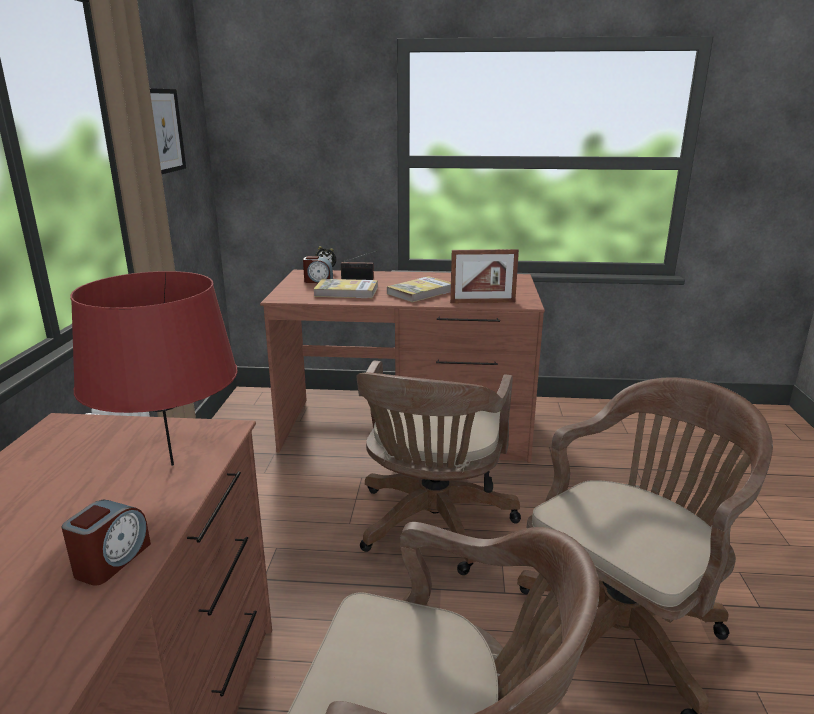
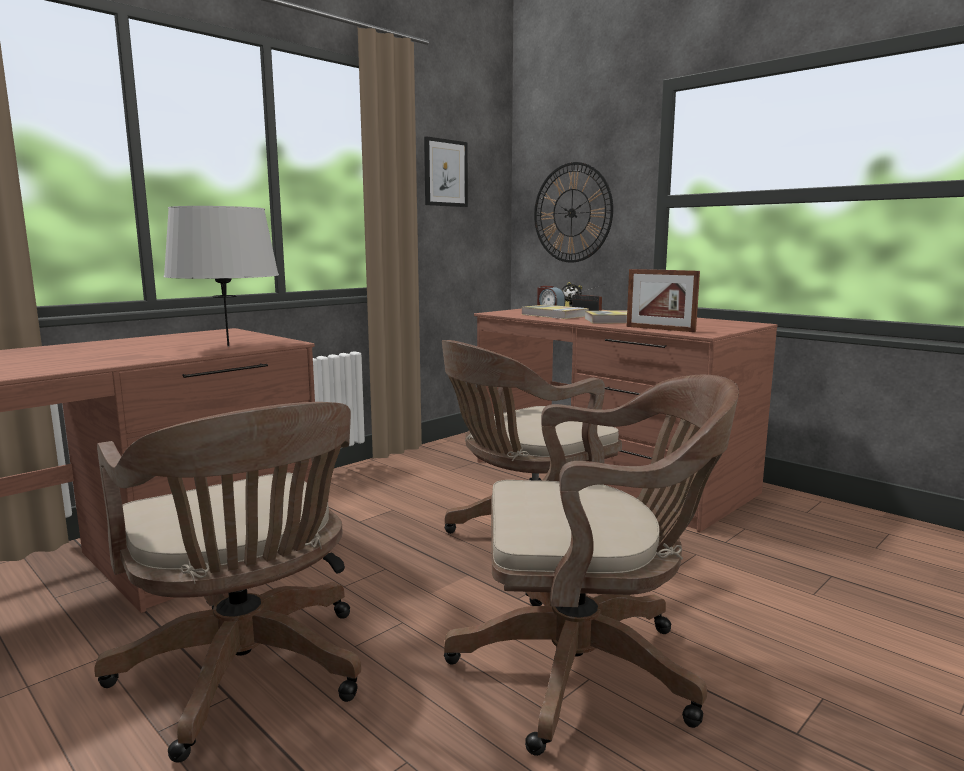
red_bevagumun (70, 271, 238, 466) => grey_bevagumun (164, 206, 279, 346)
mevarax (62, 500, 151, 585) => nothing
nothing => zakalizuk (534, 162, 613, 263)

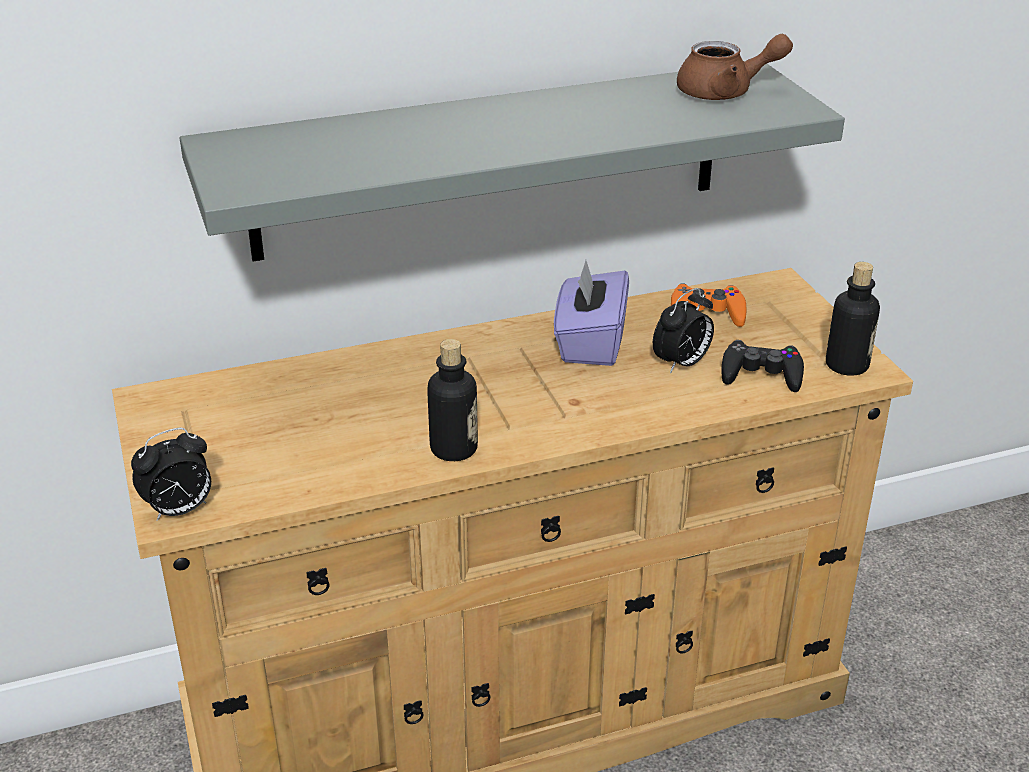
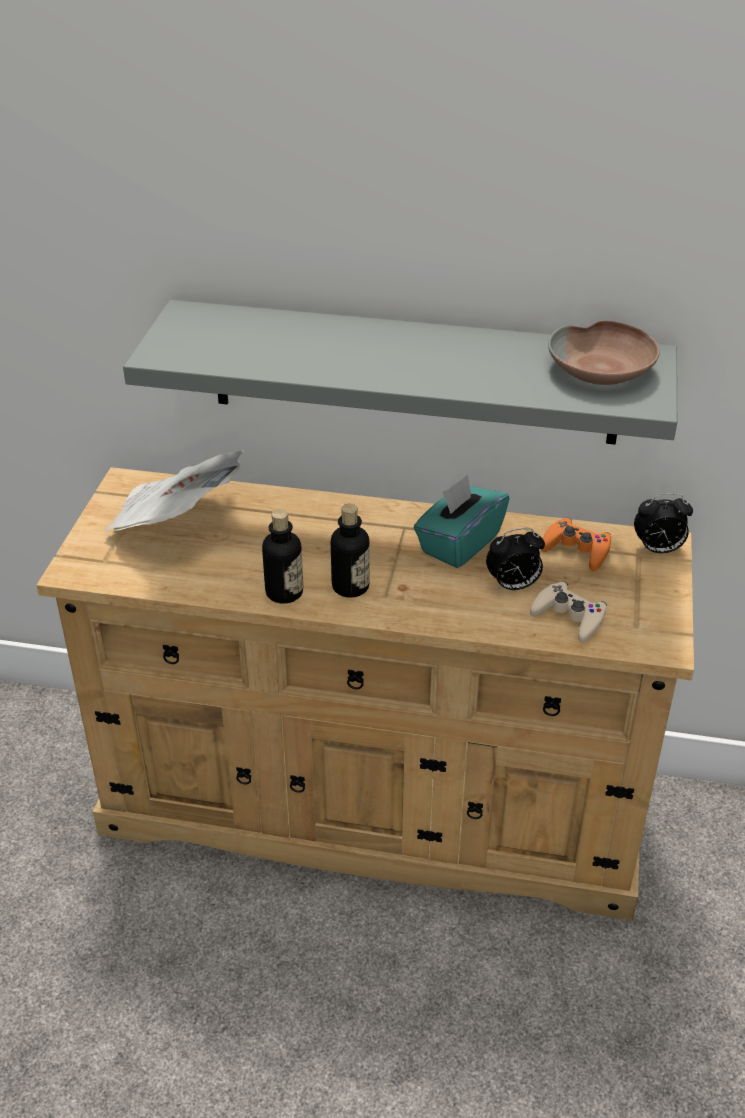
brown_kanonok (677, 34, 793, 100) => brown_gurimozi (548, 321, 660, 385)
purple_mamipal (554, 260, 629, 366) => turquoise_mamipal (414, 475, 510, 568)
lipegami (826, 262, 880, 376) => lipegami (331, 504, 370, 598), moved
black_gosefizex (722, 340, 804, 392) => beige_gosefizex (530, 581, 607, 643)
mevarax (131, 428, 211, 521) => mevarax (634, 493, 693, 553), moved
nothing => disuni (104, 450, 244, 531)

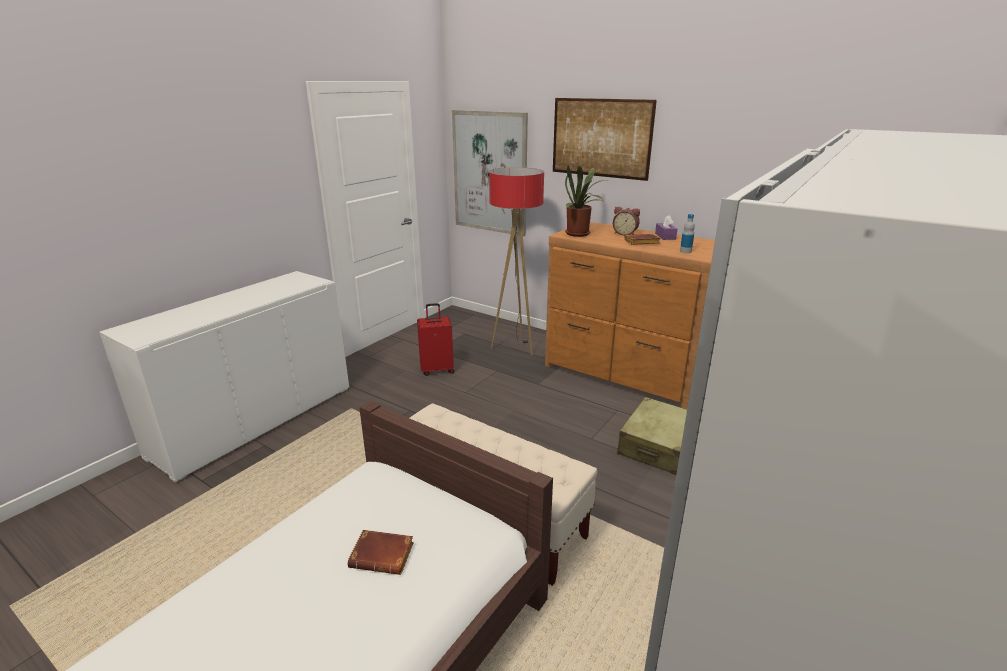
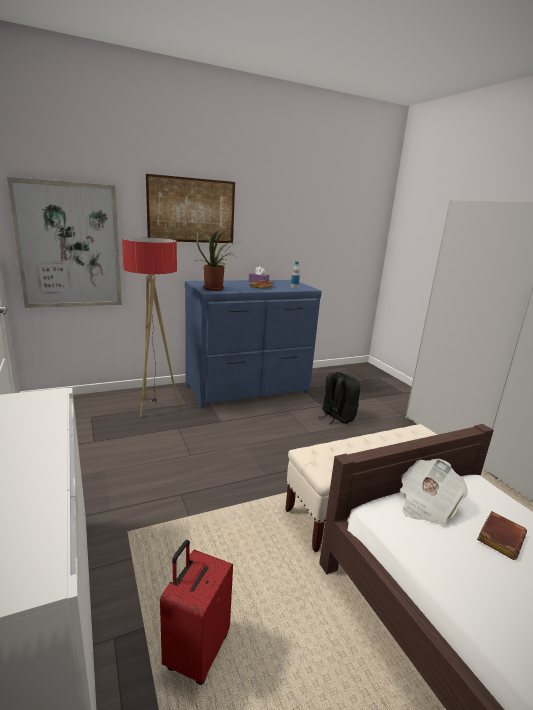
mevarax (613, 207, 640, 236) => nothing
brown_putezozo (545, 222, 715, 409) => blue_putezozo (185, 280, 322, 408)
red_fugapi (417, 303, 454, 376) => red_fugapi (160, 540, 233, 685), moved
beige_fugapi (617, 397, 687, 475) => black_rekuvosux (318, 372, 360, 425)
nothing => disuni (400, 459, 468, 524)

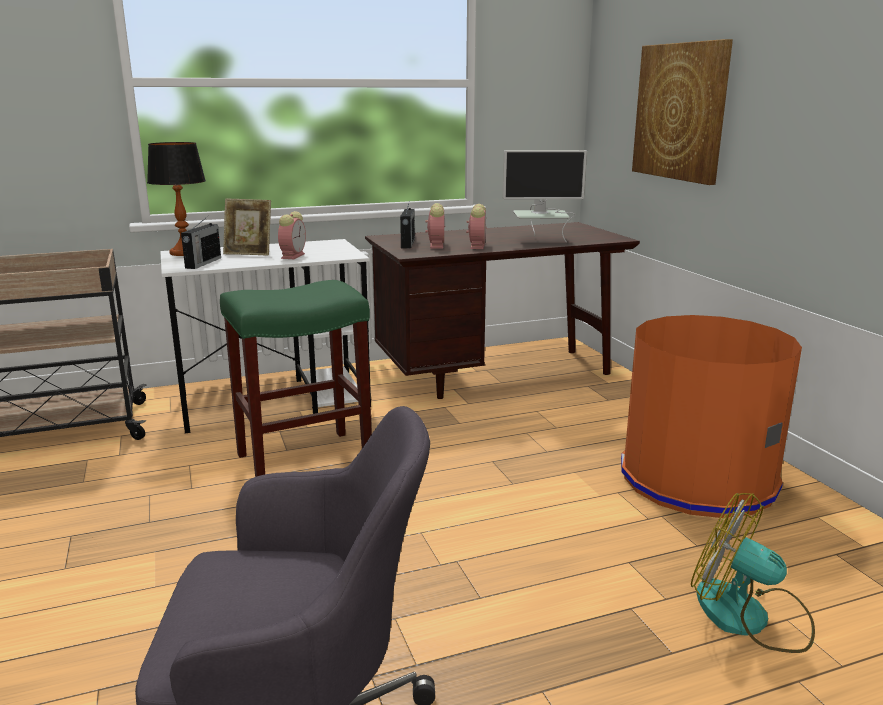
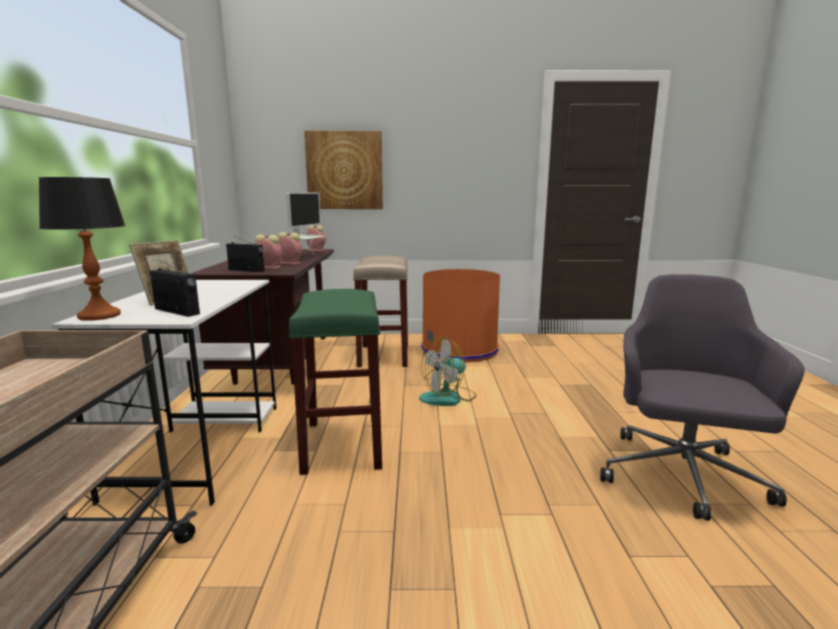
mevarax (278, 211, 306, 259) => mevarax (306, 225, 326, 251), moved
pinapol (691, 493, 815, 653) => pinapol (419, 337, 477, 406), moved
nothing => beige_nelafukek (353, 256, 408, 367)

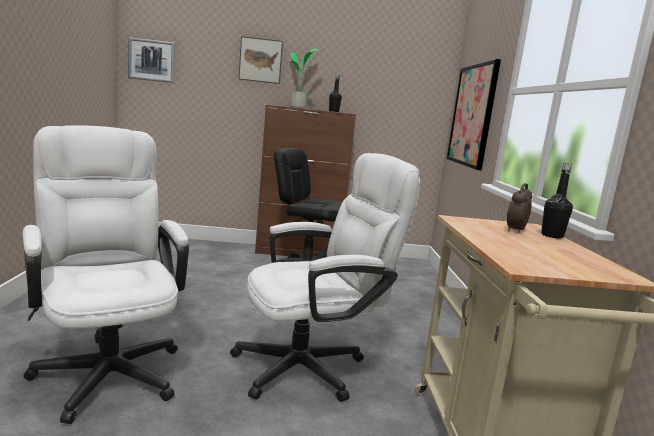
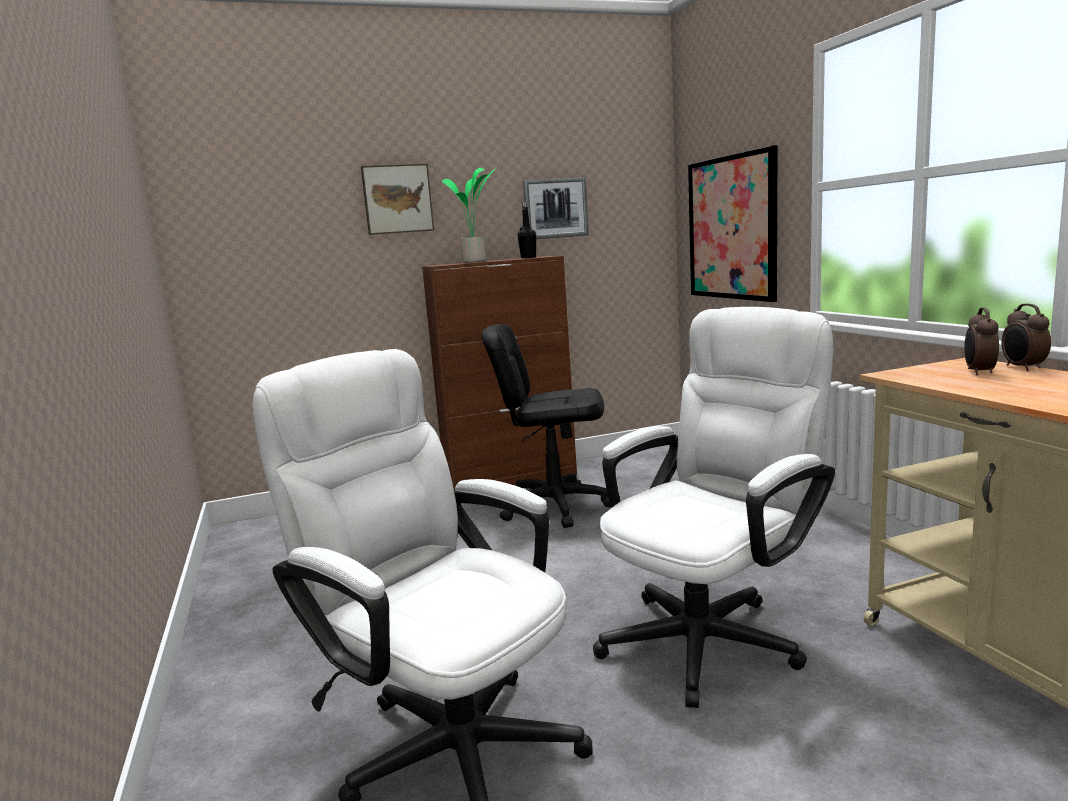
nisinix (128, 37, 175, 83) => nisinix (523, 177, 589, 239), moved
black_lipegami (541, 163, 573, 239) => mevarax (1002, 304, 1051, 371)

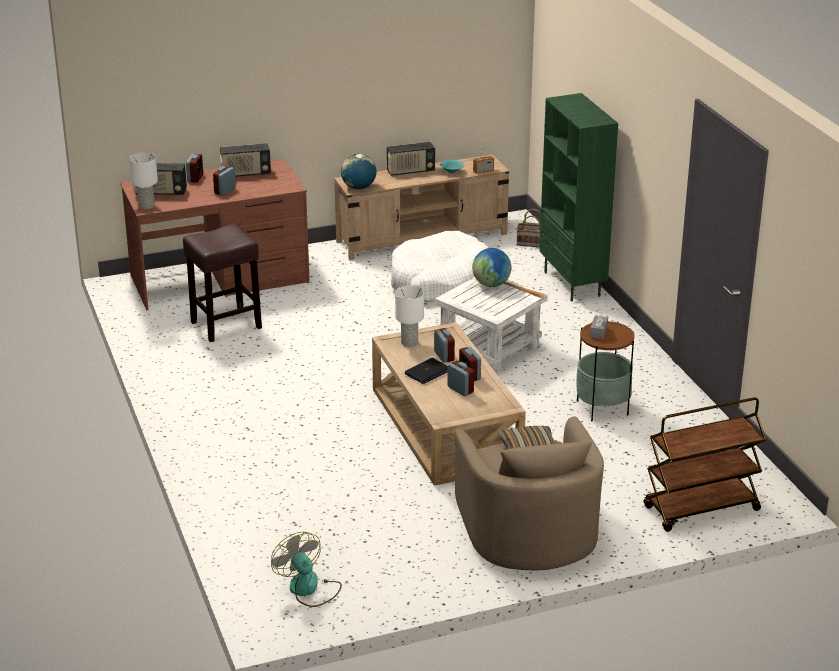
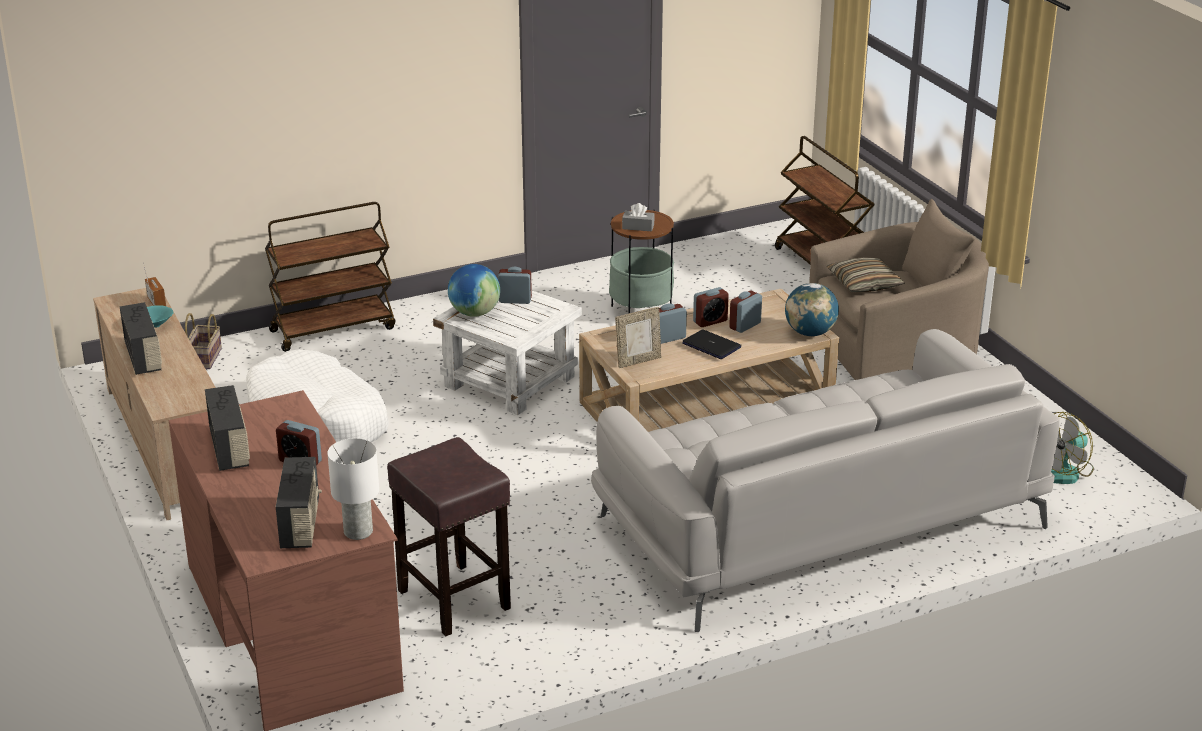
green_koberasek (539, 93, 618, 302) => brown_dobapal (265, 202, 395, 352)
mevarax (186, 154, 203, 183) => mevarax (498, 267, 532, 304), moved
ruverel (341, 154, 376, 189) => ruverel (785, 283, 839, 336), moved
white_bevagumun (395, 286, 424, 347) => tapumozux (615, 307, 661, 368)
nothing => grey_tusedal (591, 329, 1060, 632)

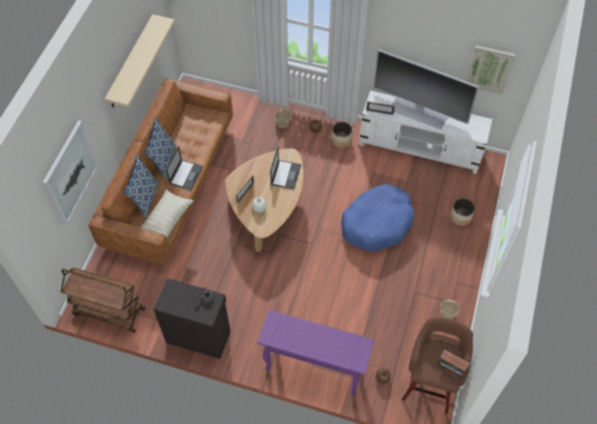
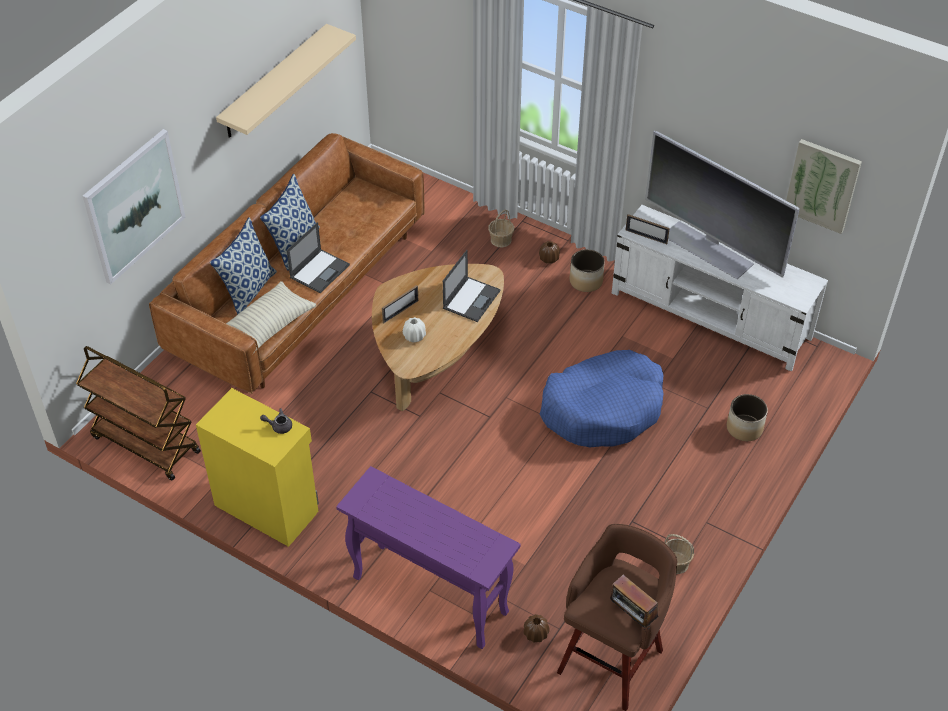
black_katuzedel (153, 278, 231, 359) => yellow_katuzedel (196, 388, 319, 547)

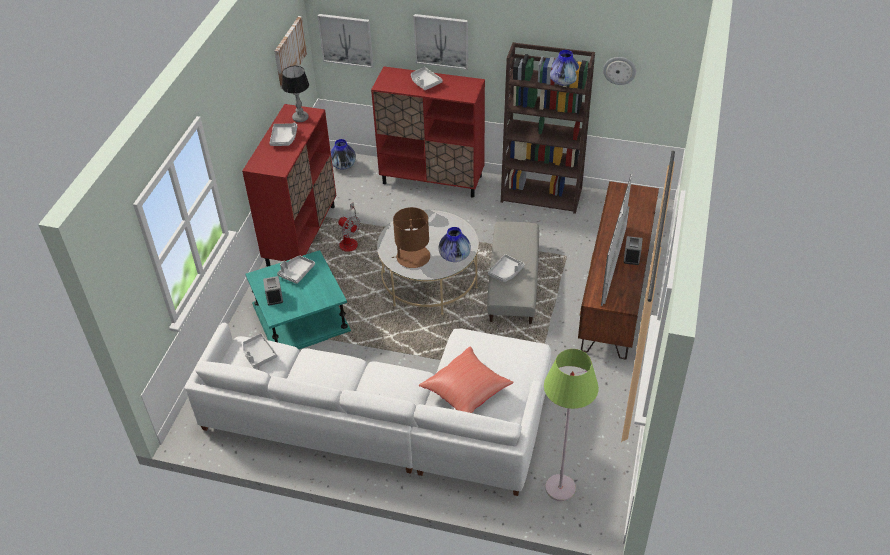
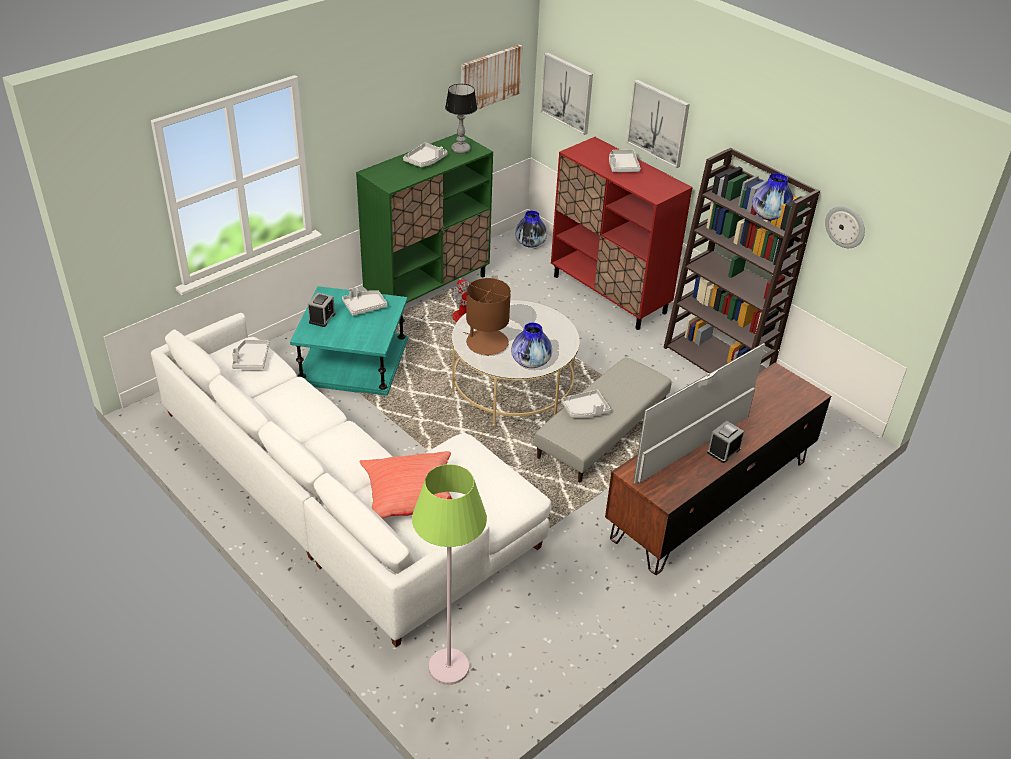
red_katuzedel (242, 104, 336, 267) => green_katuzedel (356, 134, 493, 303)

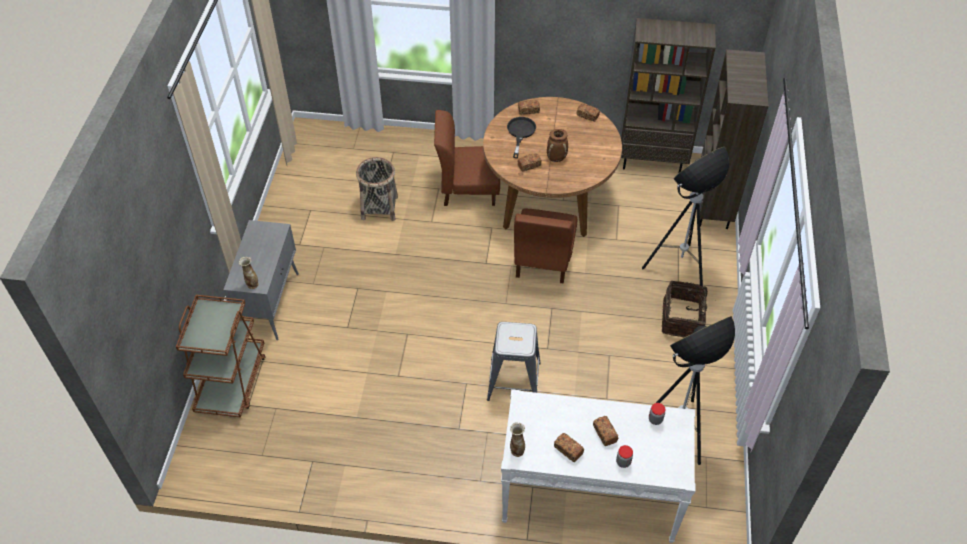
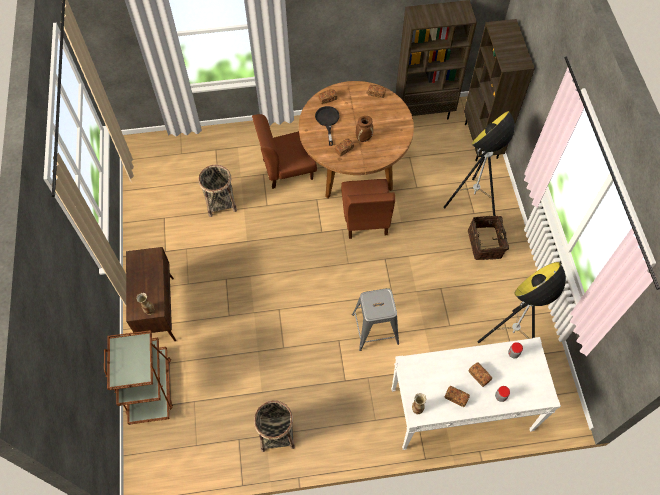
grey_katuzedel (223, 220, 299, 340) => brown_katuzedel (126, 247, 176, 342)
nothing => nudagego (254, 401, 295, 452)

